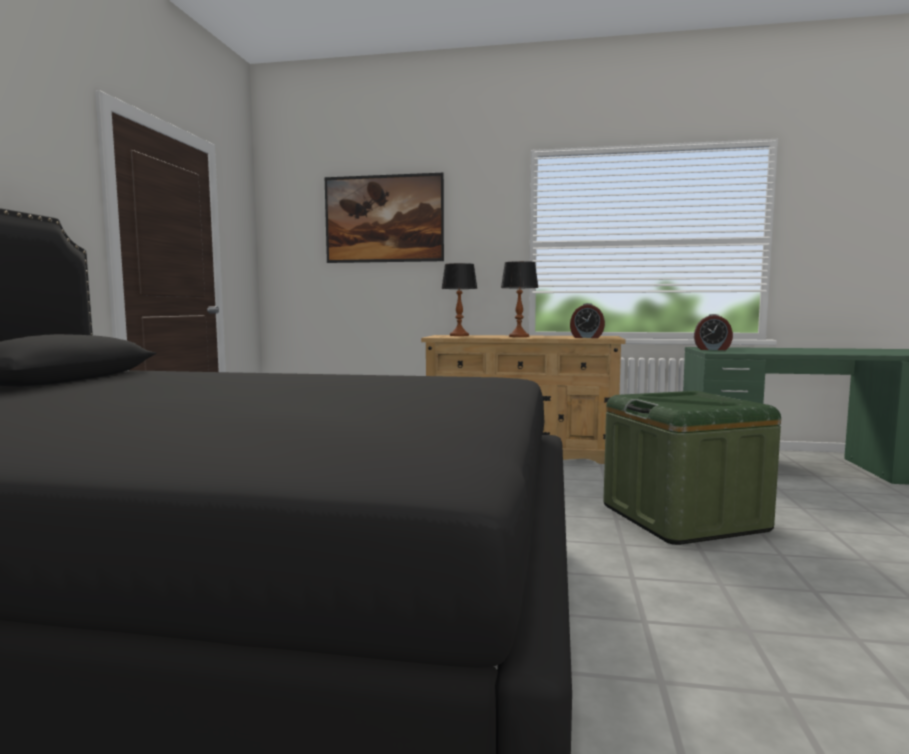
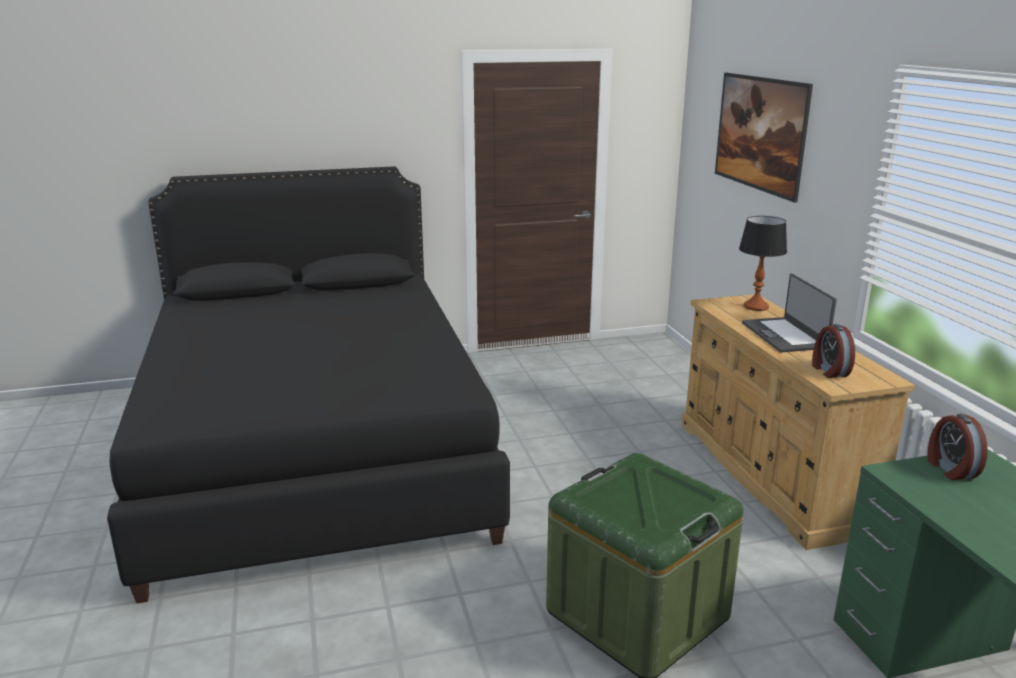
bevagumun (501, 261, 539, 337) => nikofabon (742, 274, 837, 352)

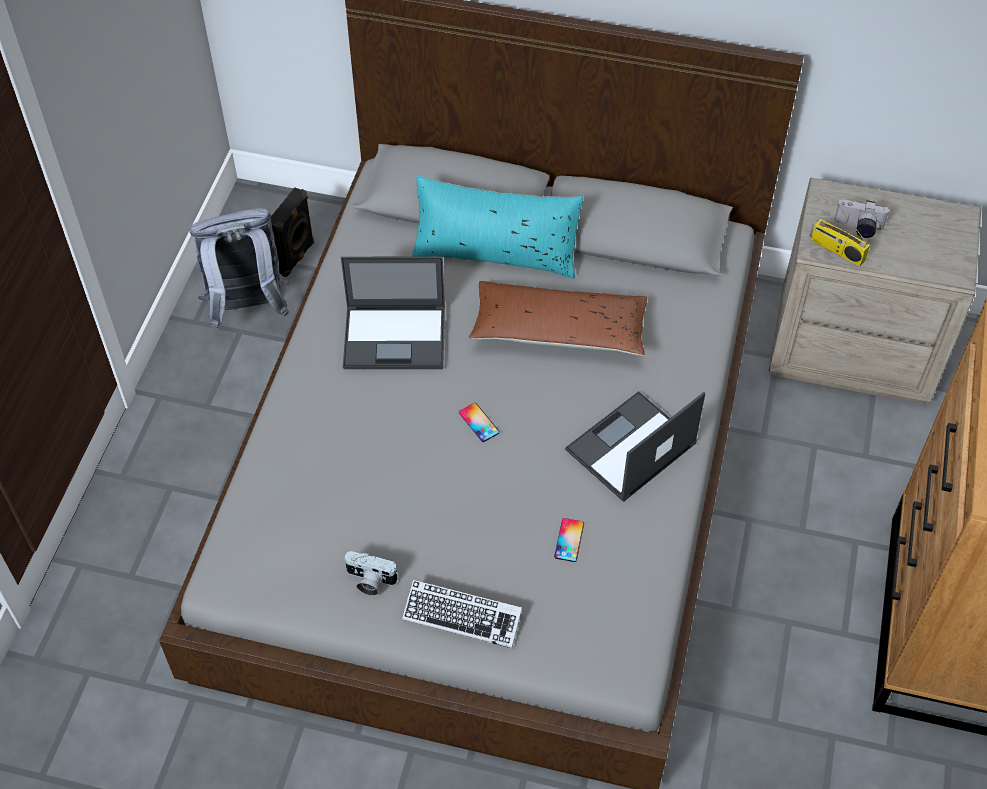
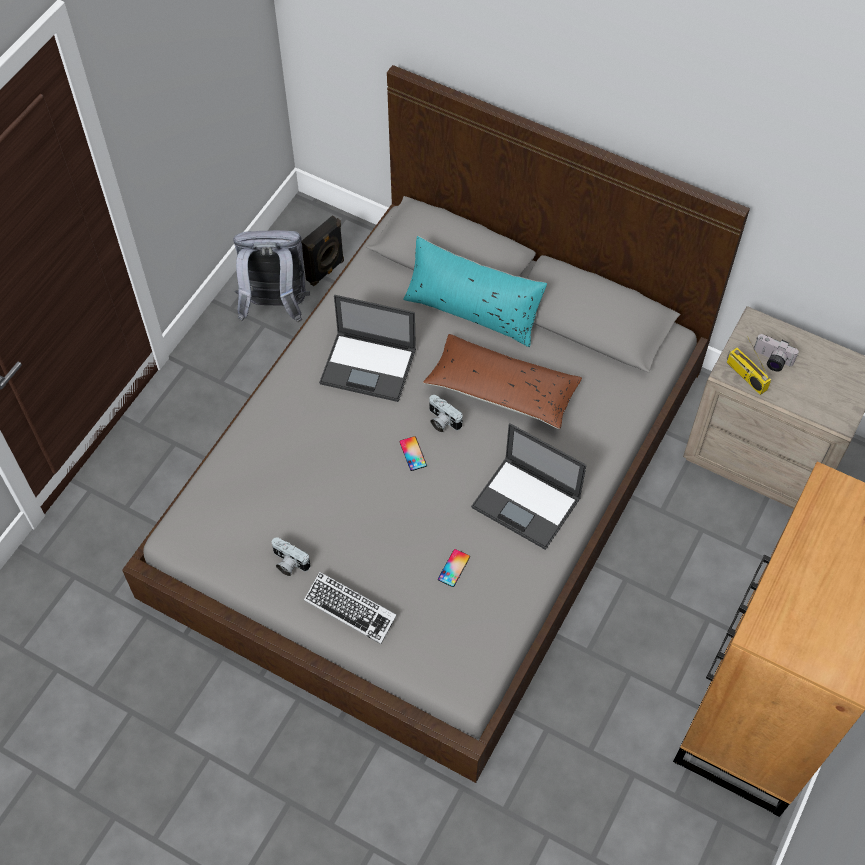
nikofabon (565, 391, 705, 502) => nikofabon (471, 423, 586, 550), 120 degrees counterclockwise
nothing => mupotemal (429, 395, 463, 432)

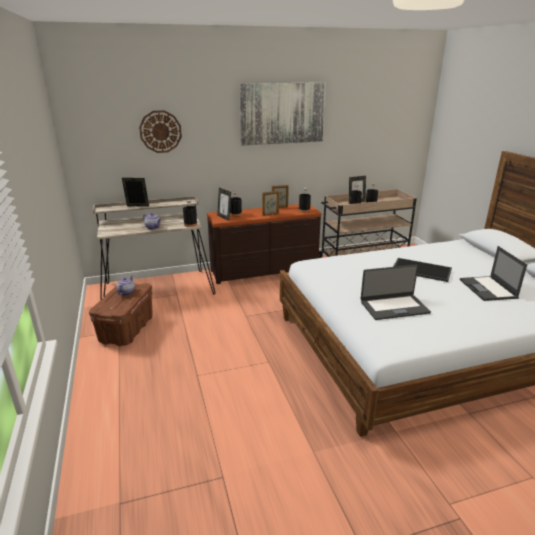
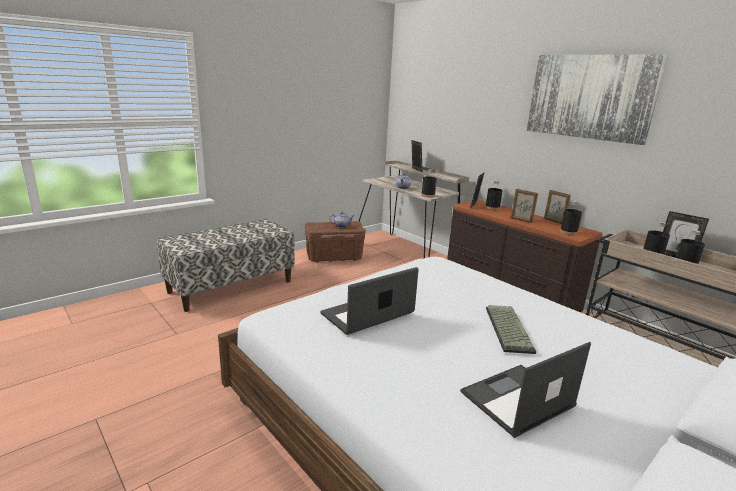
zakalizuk (139, 110, 182, 153) => nothing
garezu (393, 258, 452, 282) => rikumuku (486, 305, 536, 354)
nikofabon (360, 265, 431, 320) => nikofabon (320, 267, 419, 335), 90 degrees clockwise
nothing => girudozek (157, 219, 295, 312)

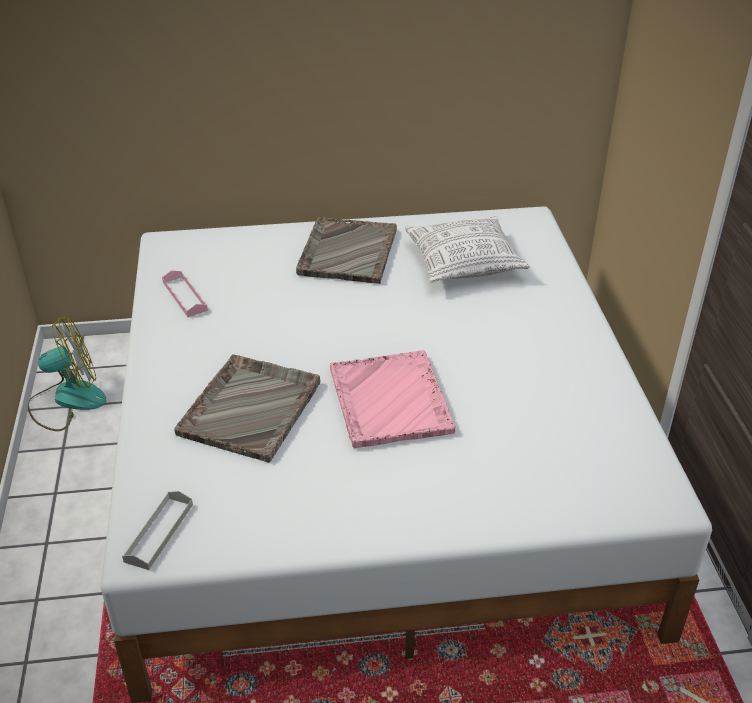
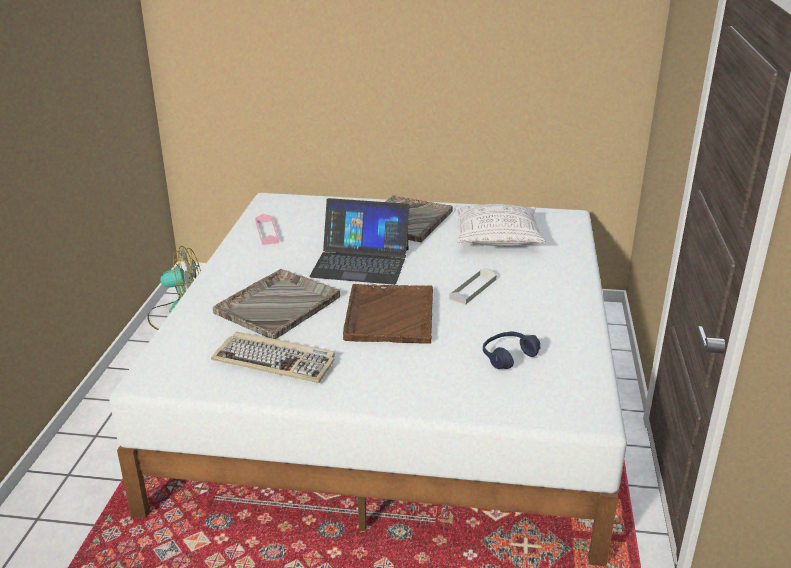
pink_garezu (330, 350, 456, 448) => brown_garezu (343, 284, 433, 344)
grey_garezu (122, 491, 193, 570) => grey_garezu (449, 268, 496, 305), moved
nothing => nikofabon (309, 198, 410, 285)
nothing => rikumuku (211, 332, 335, 383)
nothing => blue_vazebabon (483, 332, 540, 369)

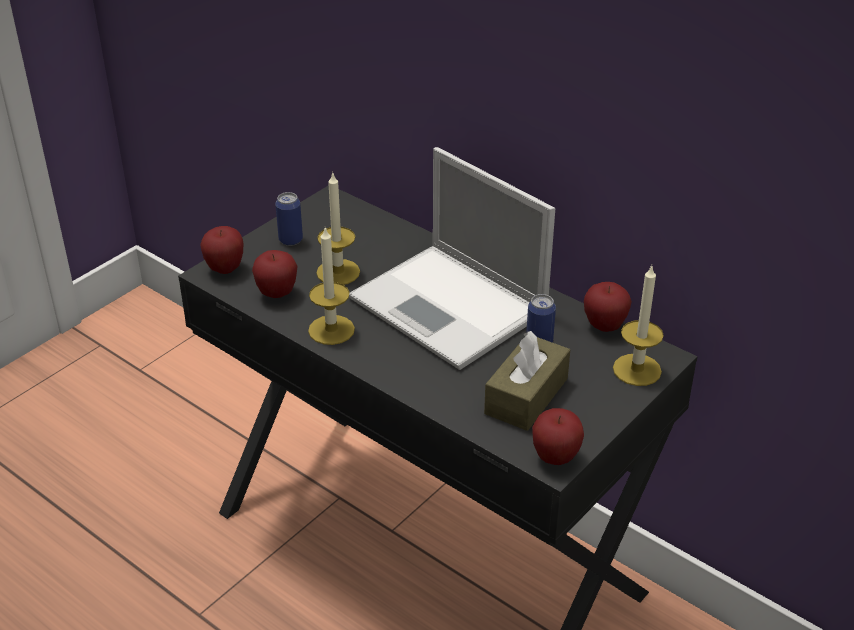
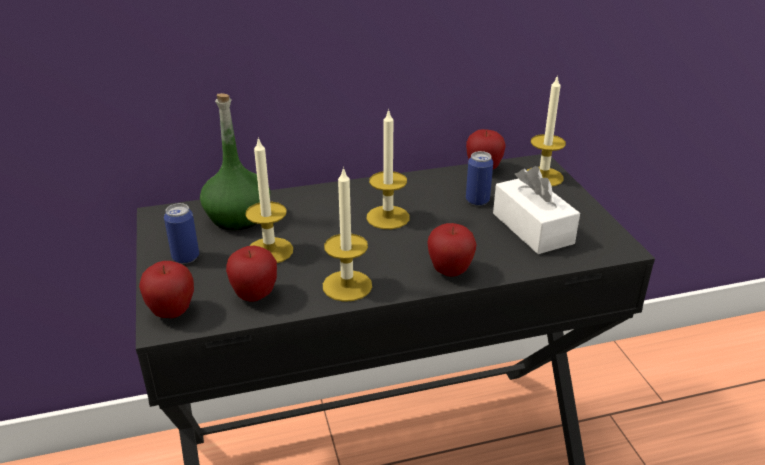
nikofabon (349, 147, 555, 370) => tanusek (366, 108, 409, 229)
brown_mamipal (484, 331, 570, 431) => white_mamipal (493, 166, 580, 254)
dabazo (532, 408, 584, 465) => dabazo (427, 223, 477, 277), moved
nothing => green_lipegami (200, 93, 270, 230)

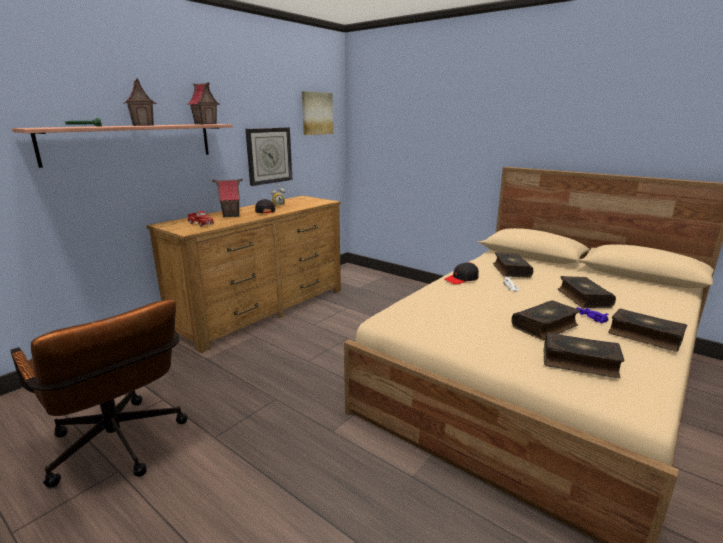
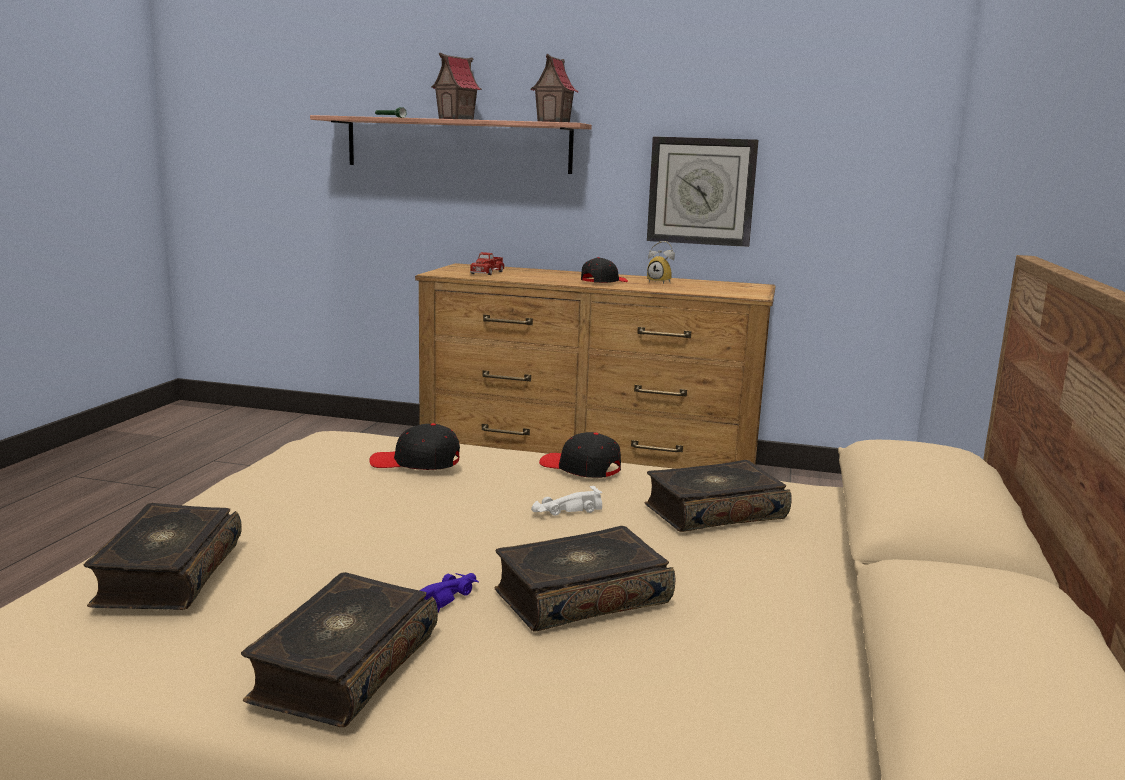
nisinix (302, 91, 333, 135) => nothing
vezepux (212, 179, 243, 218) => nothing
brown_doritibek (10, 300, 188, 488) => nothing
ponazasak (512, 300, 580, 340) => nothing
nothing => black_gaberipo (369, 423, 460, 470)

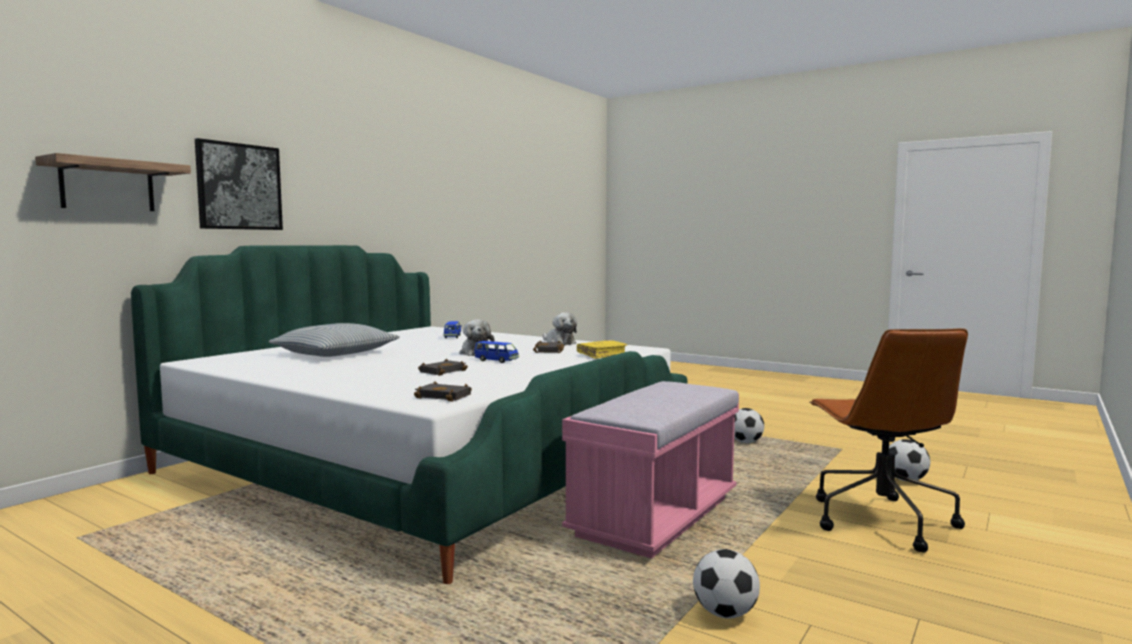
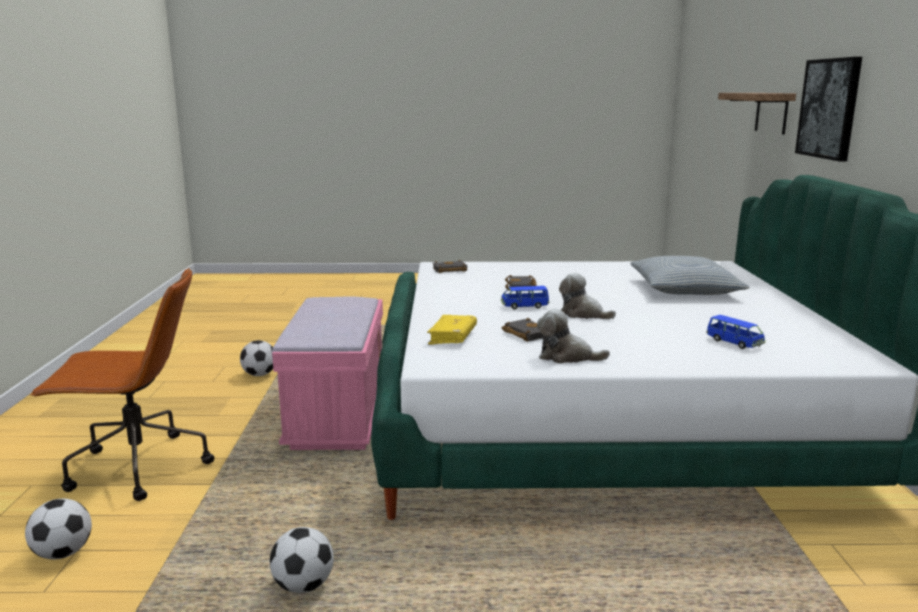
brown_doritibek (809, 328, 968, 553) => brown_doritibek (30, 268, 215, 501), 120 degrees clockwise

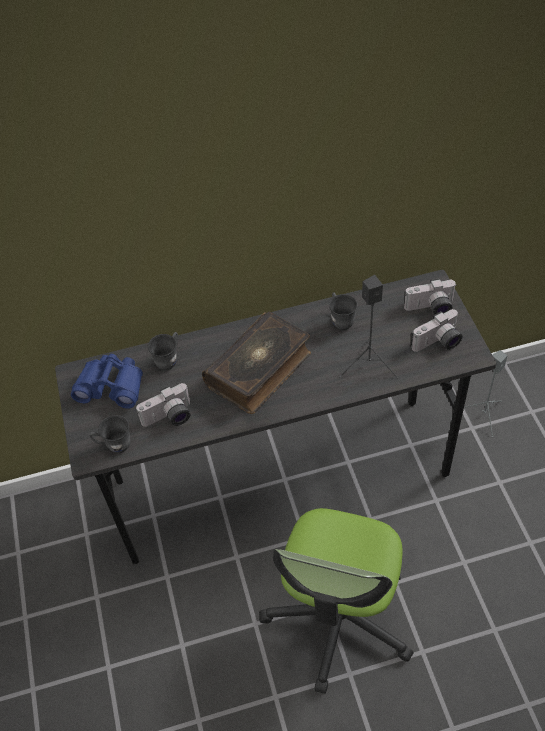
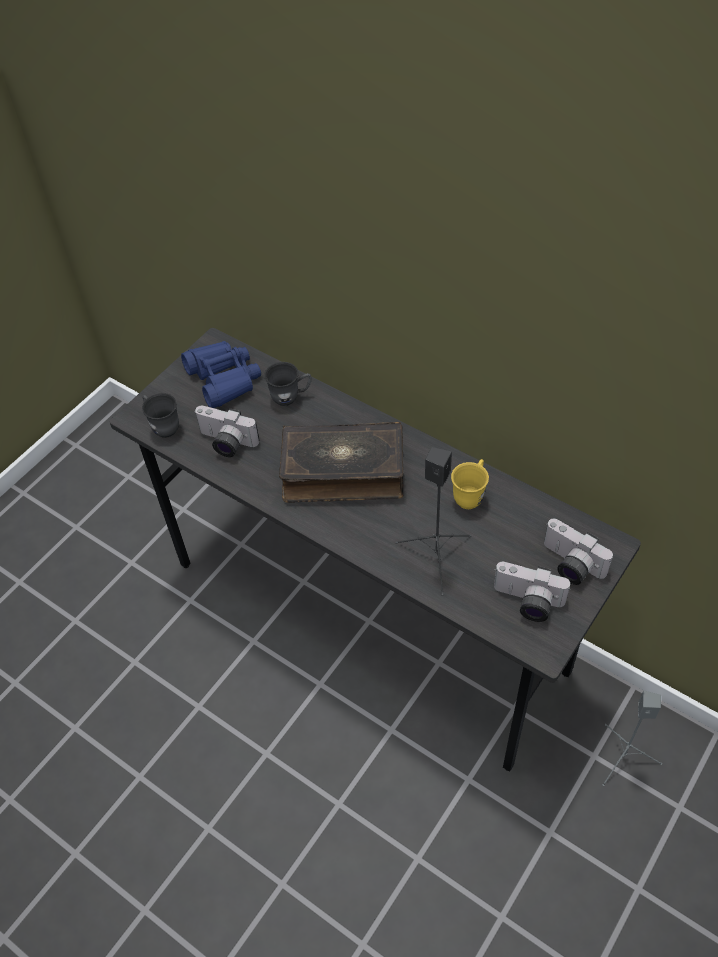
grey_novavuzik (329, 292, 357, 330) => yellow_novavuzik (451, 459, 489, 509)
doritibek (259, 508, 414, 694) => nothing

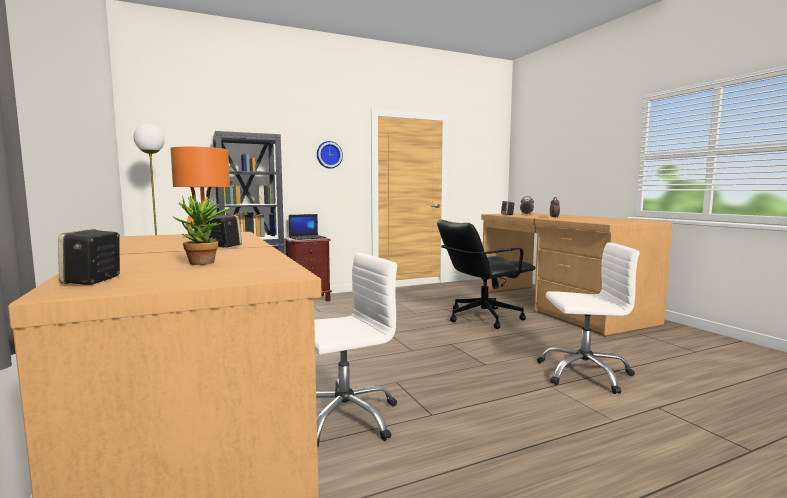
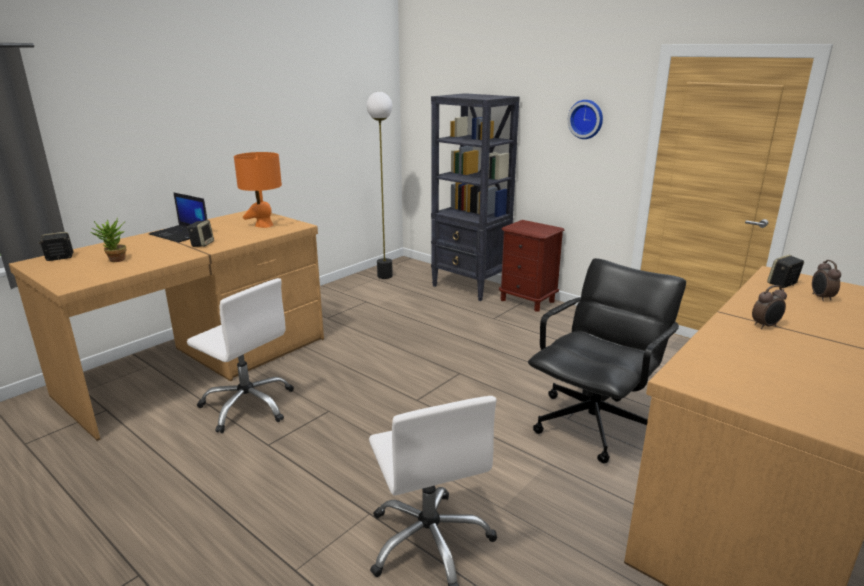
nikofabon (289, 214, 326, 240) => nikofabon (149, 192, 207, 242), moved
black_doritibek (437, 220, 536, 329) => black_doritibek (528, 258, 686, 464), 90 degrees clockwise

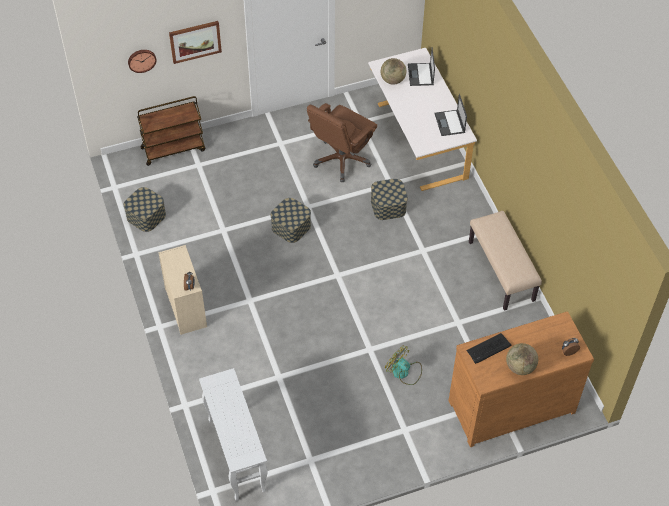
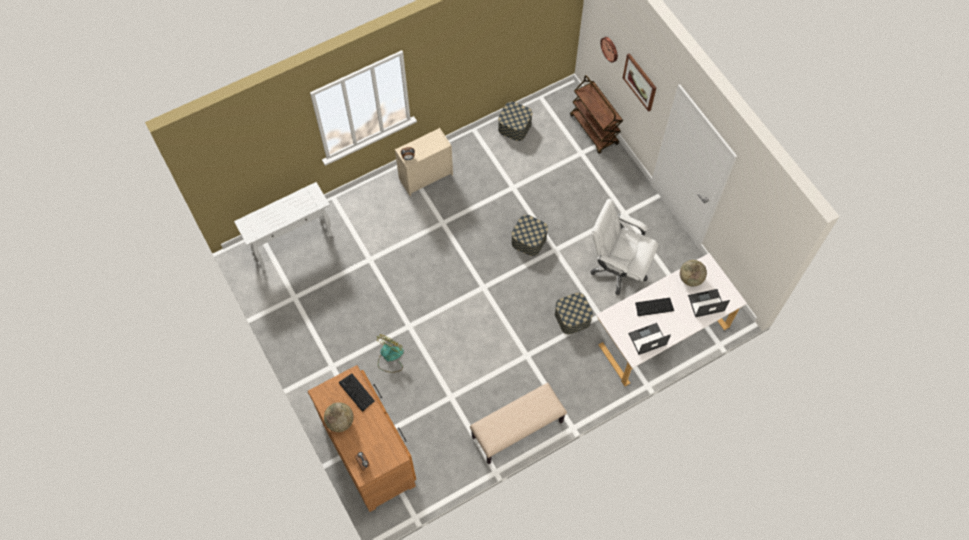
brown_doritibek (307, 103, 377, 182) => white_doritibek (591, 199, 658, 295)
nothing => rikumuku (635, 298, 674, 316)

